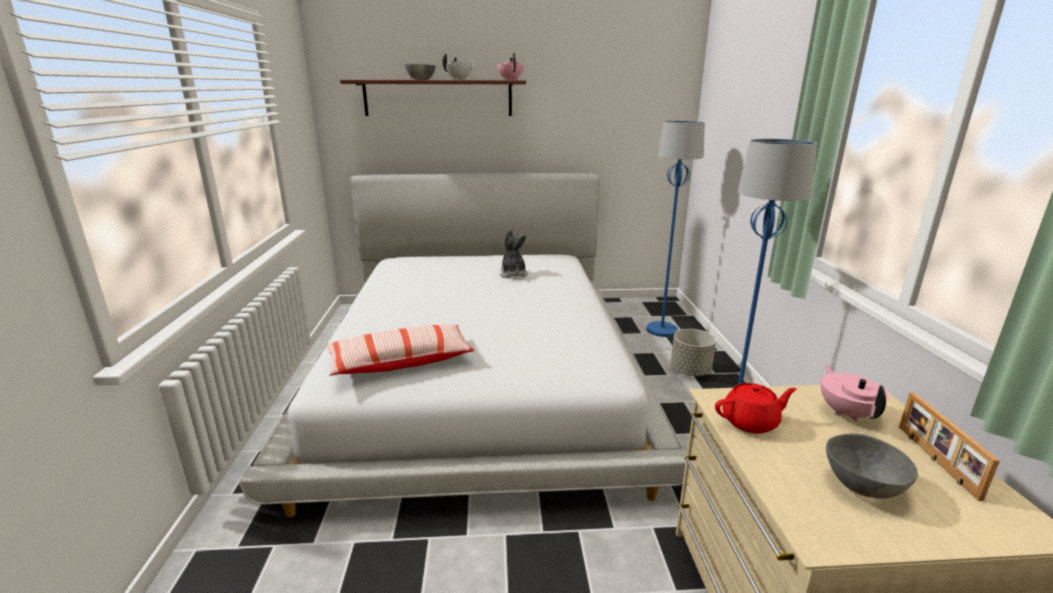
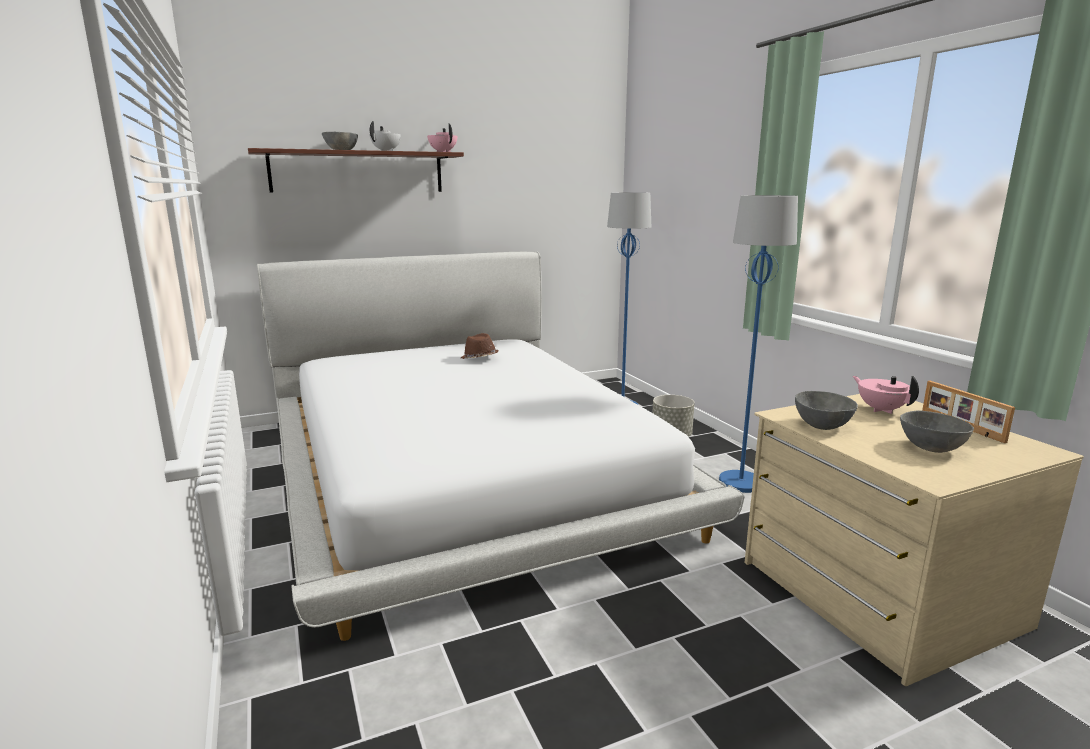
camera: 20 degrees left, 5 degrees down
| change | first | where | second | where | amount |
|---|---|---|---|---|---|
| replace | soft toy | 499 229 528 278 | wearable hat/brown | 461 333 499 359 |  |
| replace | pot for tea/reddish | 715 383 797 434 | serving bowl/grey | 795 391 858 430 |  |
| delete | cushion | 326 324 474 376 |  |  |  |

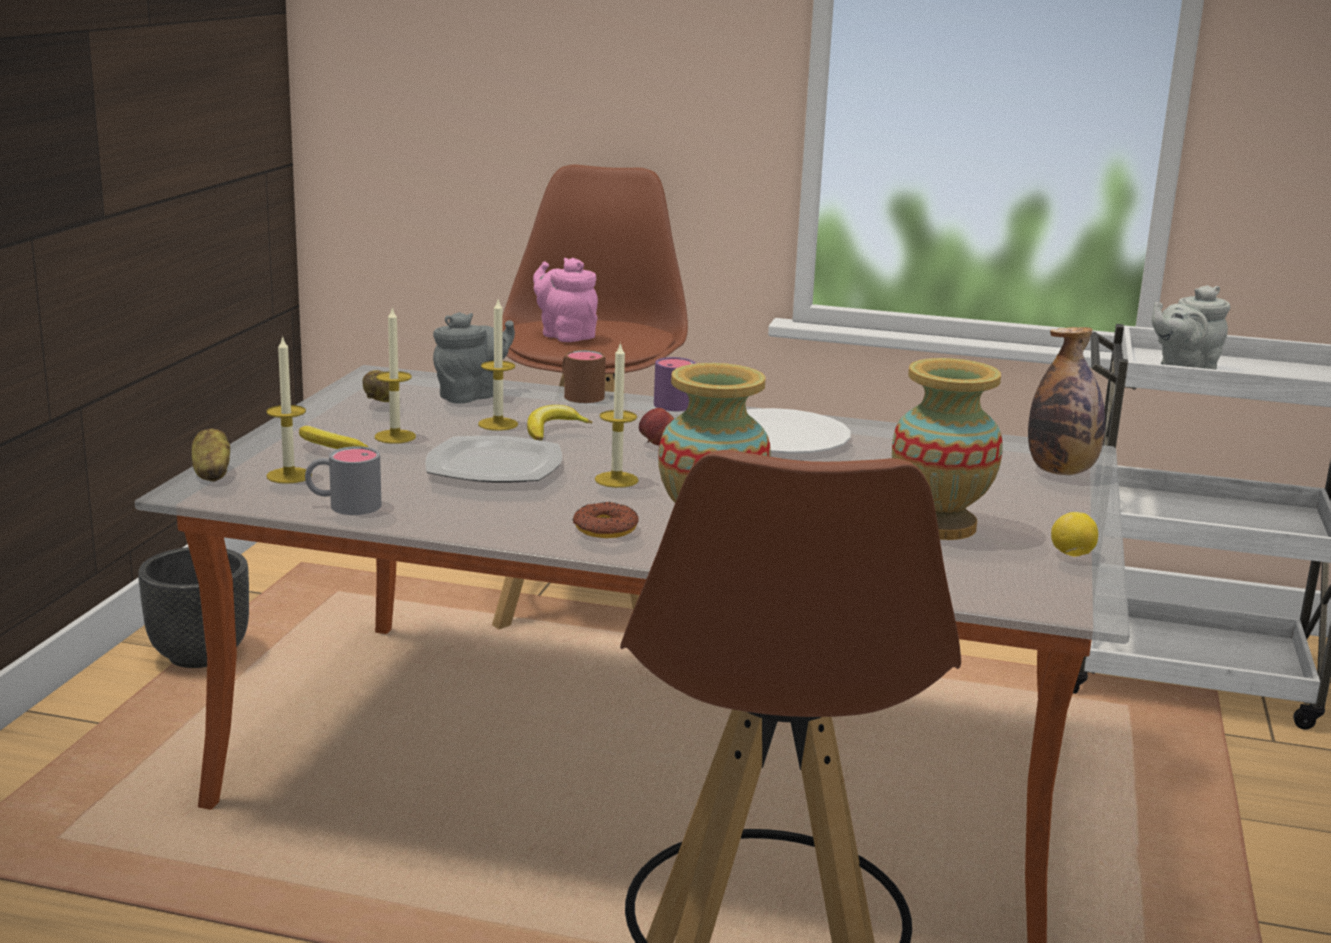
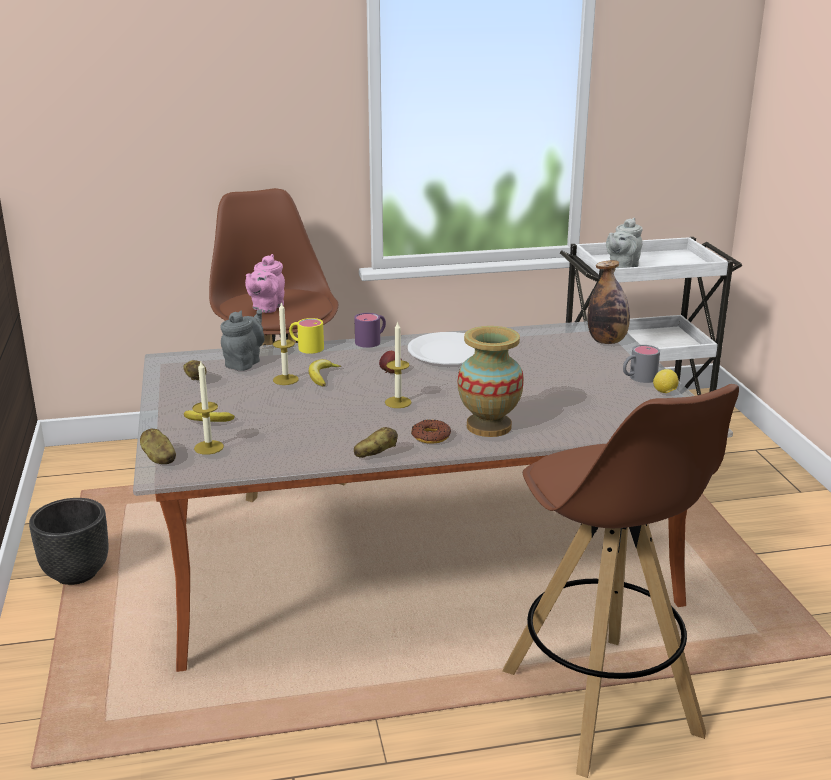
camera: 25 degrees left, 5 degrees up
| change | first | where | second | where | amount |
|---|---|---|---|---|---|
| rotate | pot for tea/pinkish | 533 258 598 342 |  | 245 254 285 313 | 90 degrees counterclockwise |
| recolor | tea mug/brown | 562 350 606 403 | tea mug/yellow-coloured | 289 318 324 354 |  |
| insert |  |  | spud | 354 427 398 458 |  |
| move | tea mug/grey | 305 446 381 515 |  | 623 345 660 383 |  |
| delete | candle | 375 306 416 444 |  |  |  |
| delete | plate | 425 436 562 483 |  |  |  |
| delete | flower vase | 892 358 1002 540 |  |  |  |

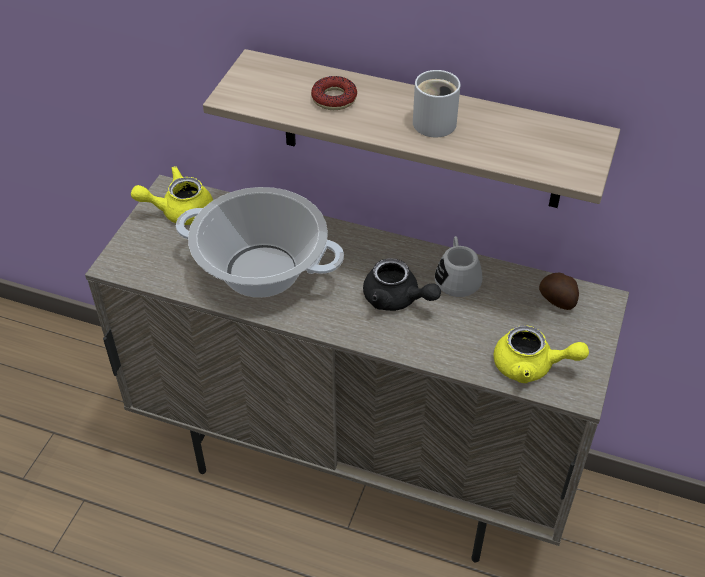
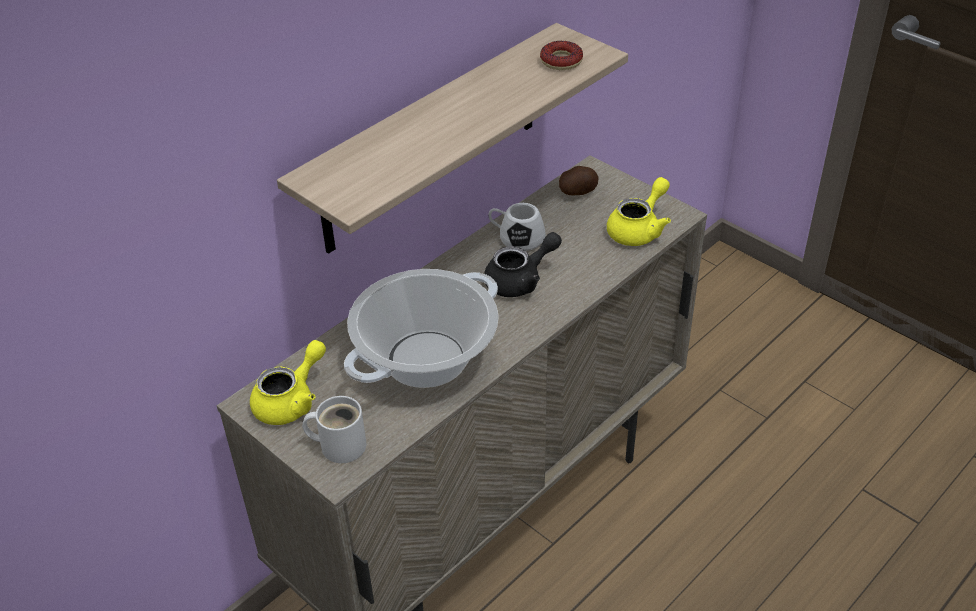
camera: 65 degrees left, 5 degrees down
| change | first | where | second | where | amount |
|---|---|---|---|---|---|
| rotate | pot for tea/yellow-coloured | 131 166 213 225 |  | 250 340 326 425 | 150 degrees counterclockwise |
| move | tea mug/whitish | 413 70 461 137 |  | 302 396 366 463 |  |
| move | donut | 311 76 357 110 |  | 540 41 583 70 |  |

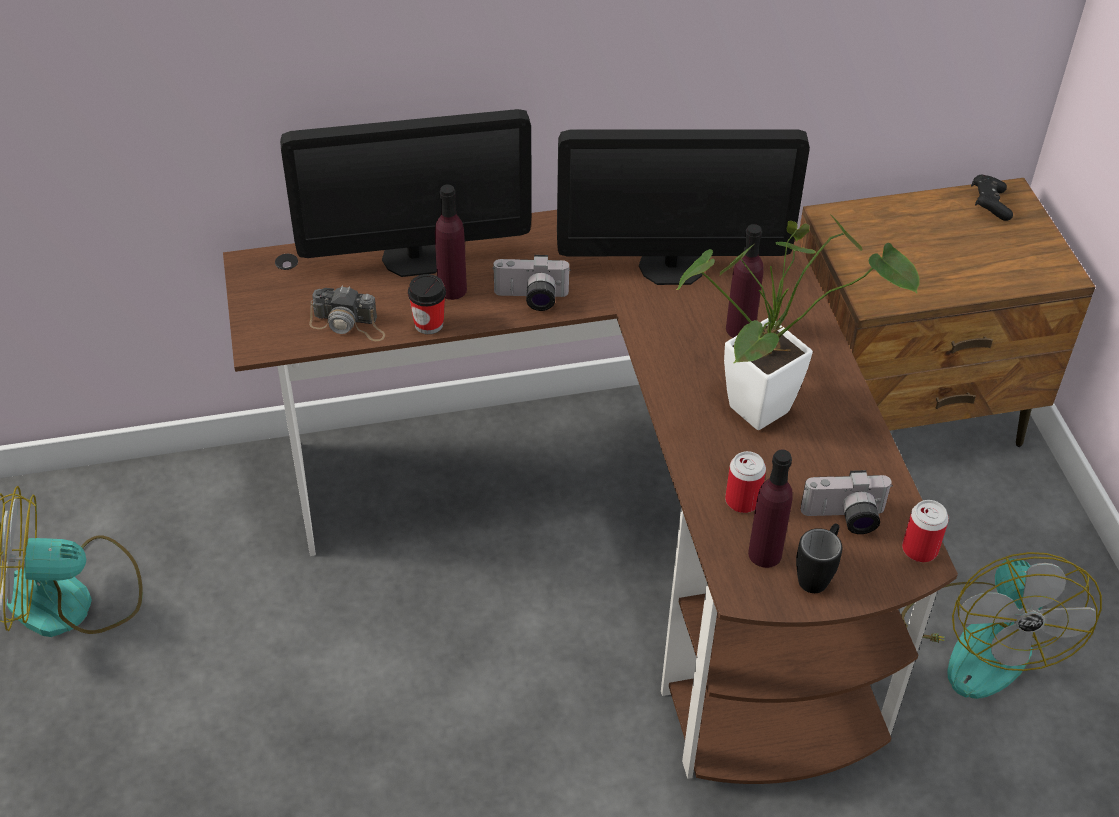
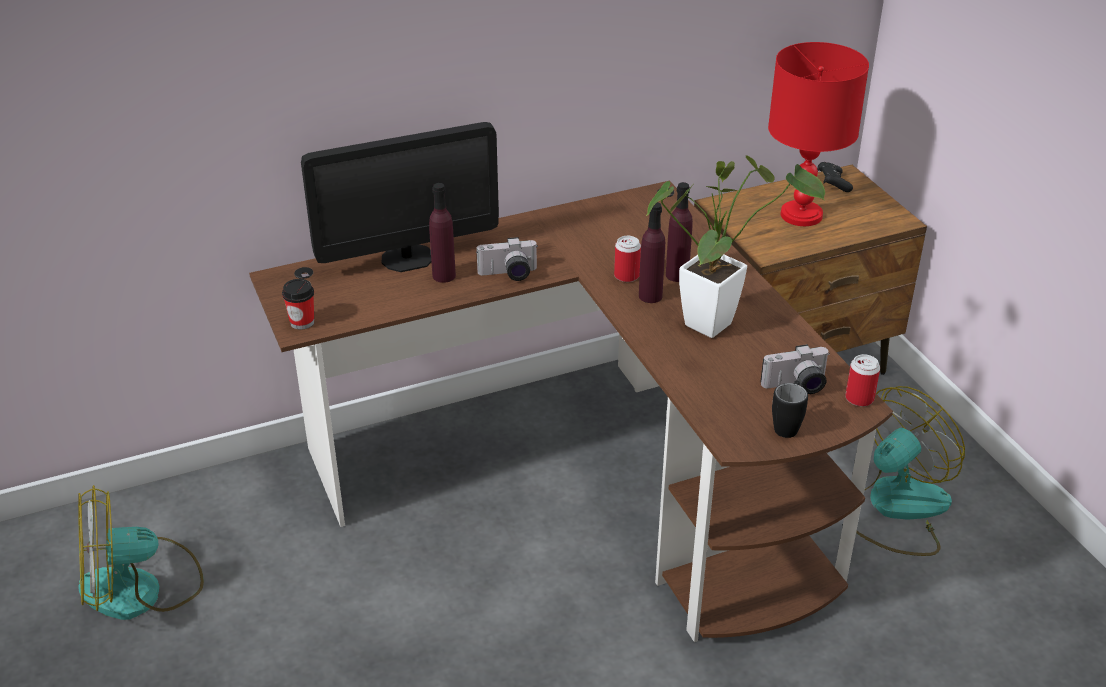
camera: 10 degrees left, 10 degrees down
| change | first | where | second | where | amount |
|---|---|---|---|---|---|
| move | drinking cup | 408 274 446 334 |  | 282 279 314 330 |  |
| move | can | 725 451 766 513 |  | 614 236 641 282 |  |
| move | beverage bottle/purple-coloured | 748 449 793 568 |  | 639 202 665 303 |  |
| insert |  |  | lamp for a table/reddish | 768 42 869 226 |  |
| rotate | electric fan | 901 552 1102 699 |  | 856 386 965 556 | 120 degrees counterclockwise |
| delete | still camera | 309 286 385 341 |  |  |  |
| delete | computer display | 557 129 810 285 |  |  |  |

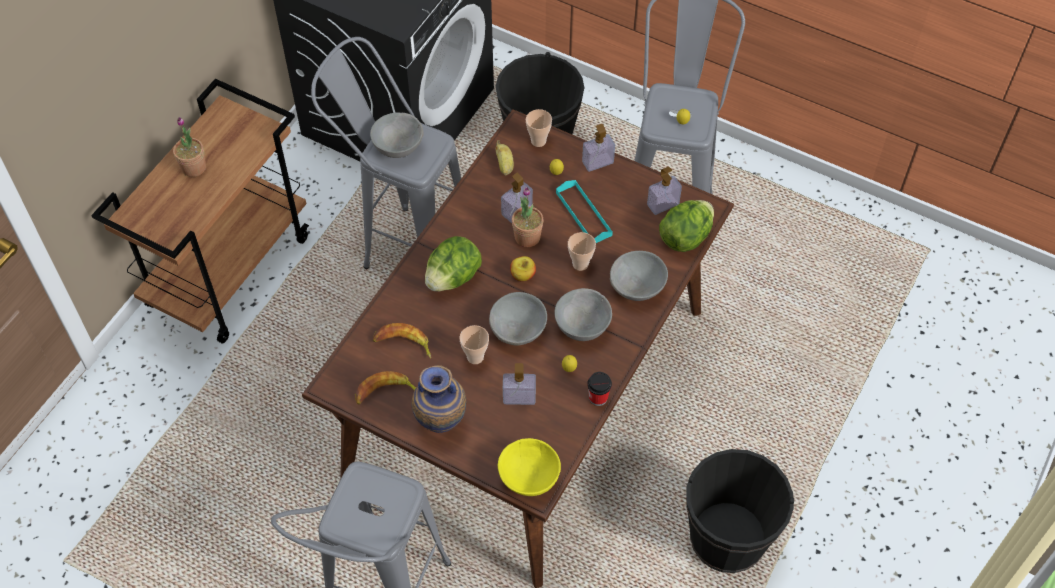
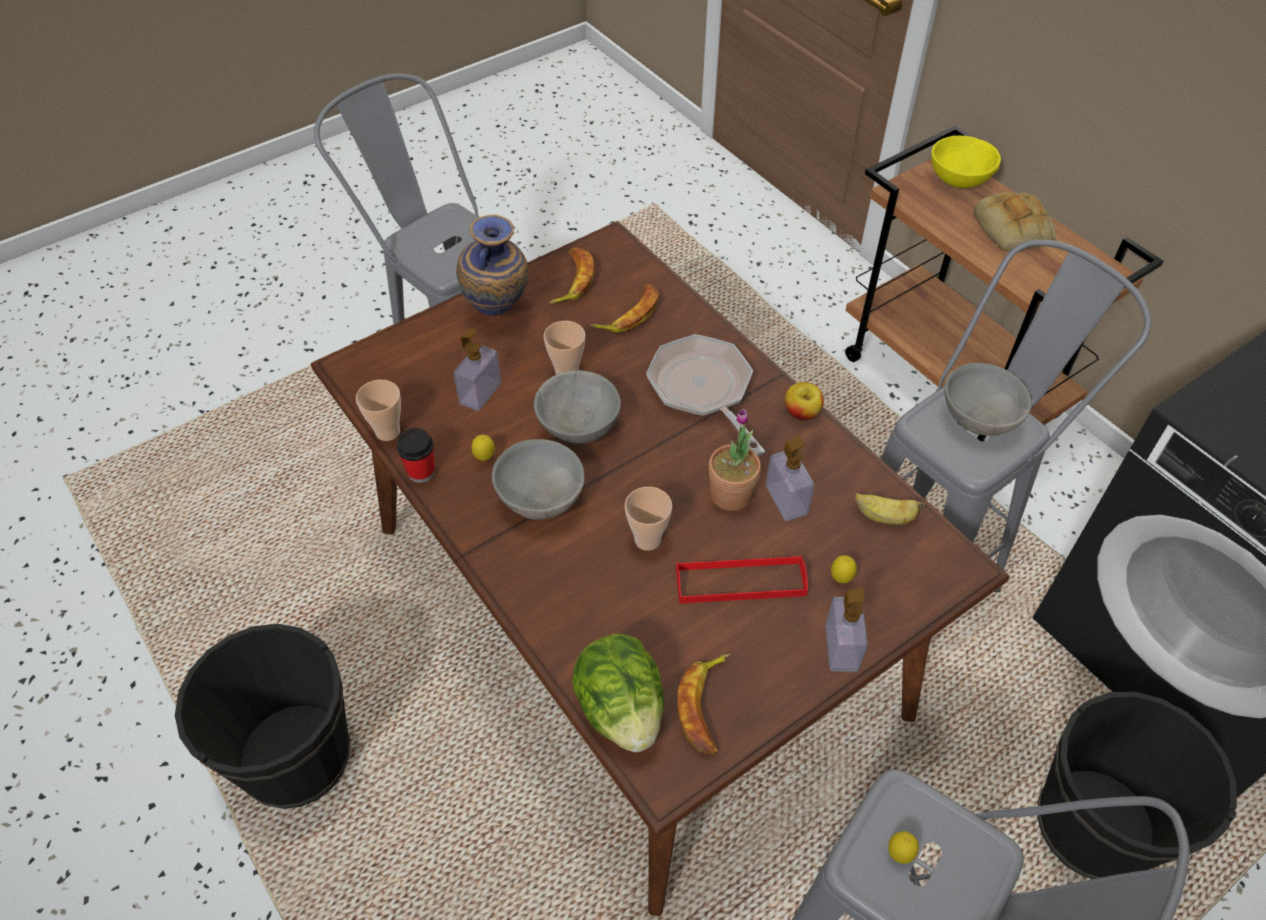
camera: 115 degrees right, 5 degrees down
| change | first | where | second | where | amount |
|---|---|---|---|---|---|
| move | drinking cup | 526 109 552 147 |  | 356 380 401 441 |  |
| replace | lettuce head | 425 236 482 291 | pan | 646 334 765 456 |  |
| recolor | tray/turquoise-coloured | 556 180 613 243 | tray/reddish | 676 555 808 603 |  |
| replace | liquid soap bottle | 647 166 682 215 | banana | 677 653 730 755 |  |
| move | apple | 510 256 536 282 |  | 785 382 824 420 |  |
| move | serving bowl/yellow-coloured | 498 438 561 496 |  | 931 136 1001 188 |  |
| replace | potted plant | 173 117 206 177 | bakery bread | 974 192 1056 251 |  |
| delete | serving bowl/grey | 610 251 668 301 |  |  |  |

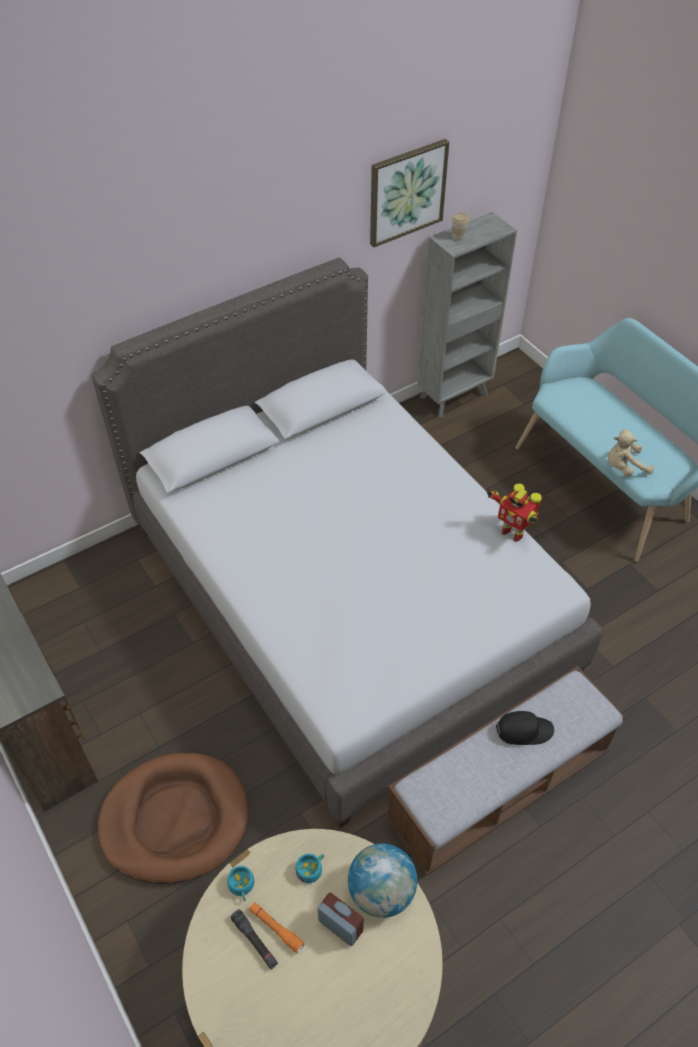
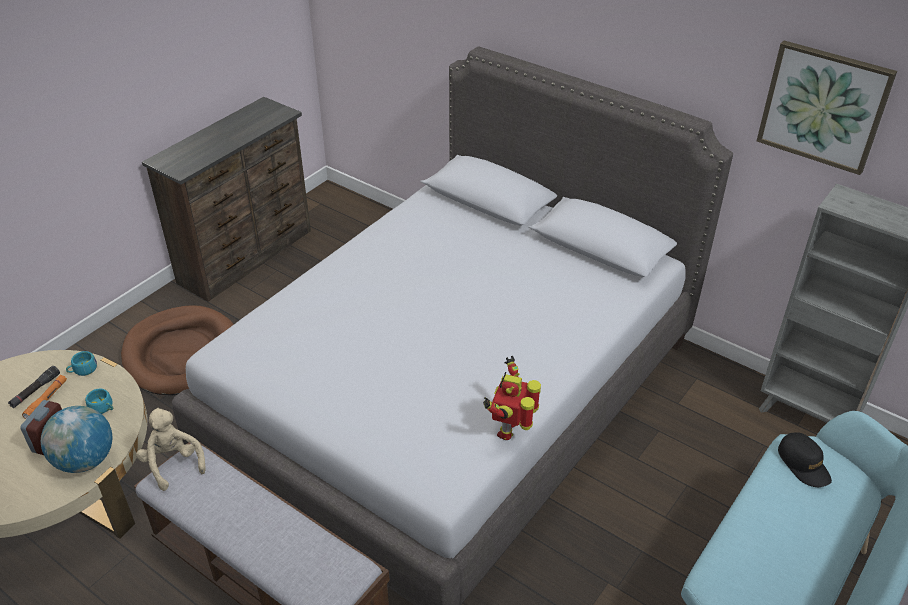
camera: 70 degrees right, 10 degrees down
| change | first | where | second | where | amount |
|---|---|---|---|---|---|
| move | soft toy/sand-coloured | 608 430 654 476 |  | 136 408 206 491 |  |
| move | cap/black-coloured | 496 711 554 745 |  | 778 432 832 487 |  |
| delete | drinking cup | 452 213 469 241 |  |  |  |

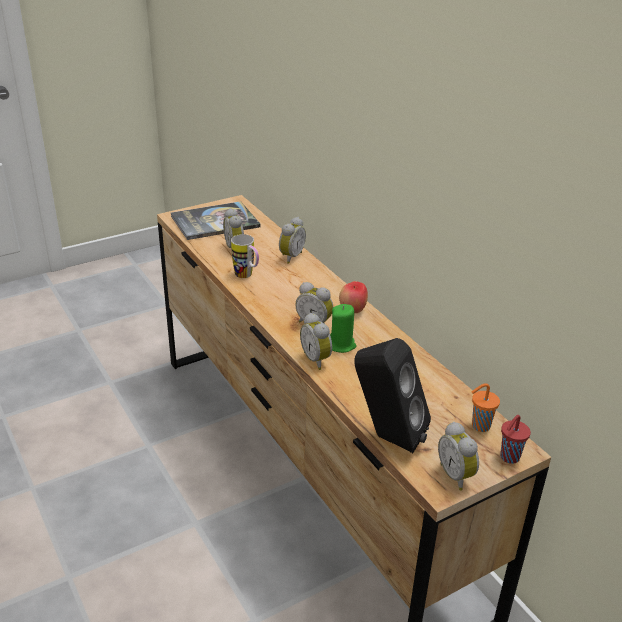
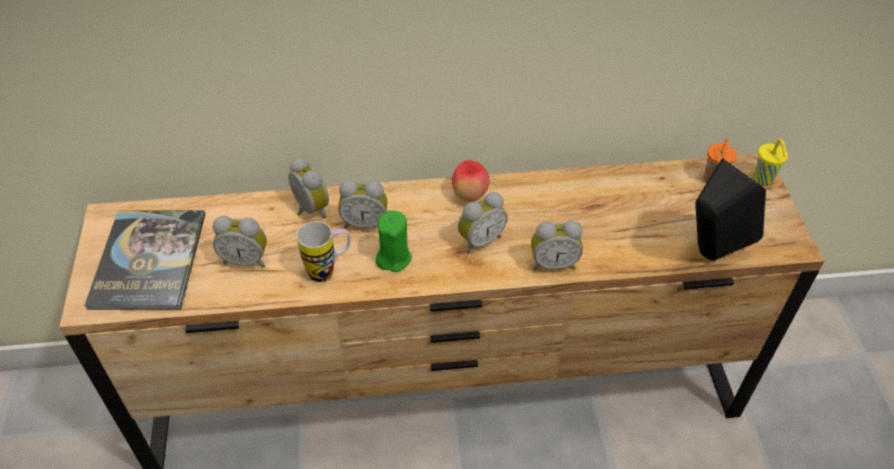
camera: 65 degrees left, 15 degrees up
| change | first | where | second | where | amount |
|---|---|---|---|---|---|
| move | table clock | 438 422 479 491 |  | 338 180 388 228 |  |
| move | candle/green | 330 304 356 353 |  | 376 211 412 272 |  |
| recolor | drinking cup/reddish | 500 415 531 464 | drinking cup/yellow-coloured | 753 139 788 186 |  |

